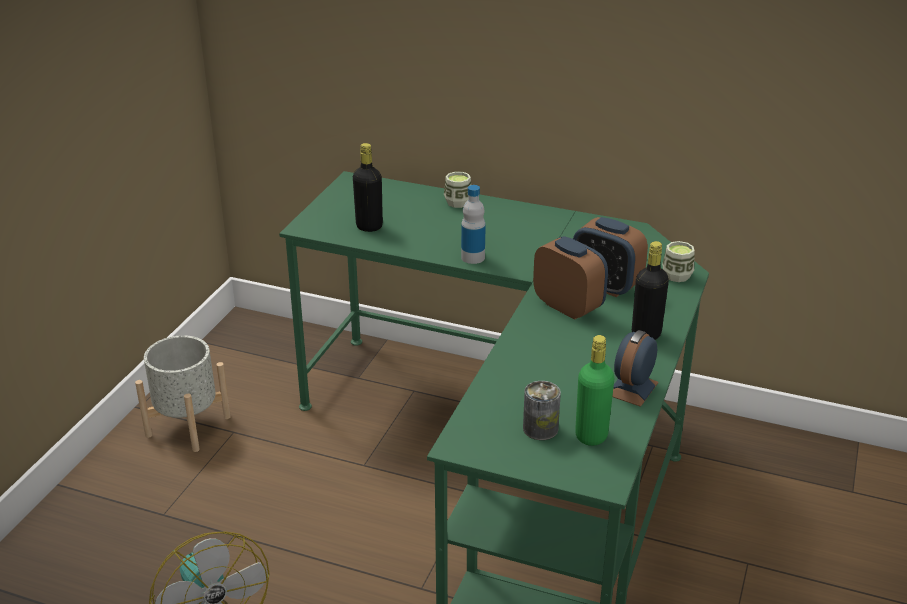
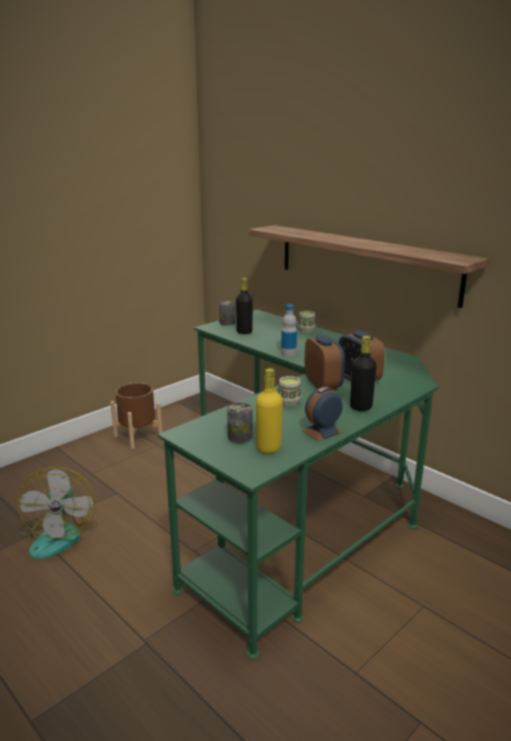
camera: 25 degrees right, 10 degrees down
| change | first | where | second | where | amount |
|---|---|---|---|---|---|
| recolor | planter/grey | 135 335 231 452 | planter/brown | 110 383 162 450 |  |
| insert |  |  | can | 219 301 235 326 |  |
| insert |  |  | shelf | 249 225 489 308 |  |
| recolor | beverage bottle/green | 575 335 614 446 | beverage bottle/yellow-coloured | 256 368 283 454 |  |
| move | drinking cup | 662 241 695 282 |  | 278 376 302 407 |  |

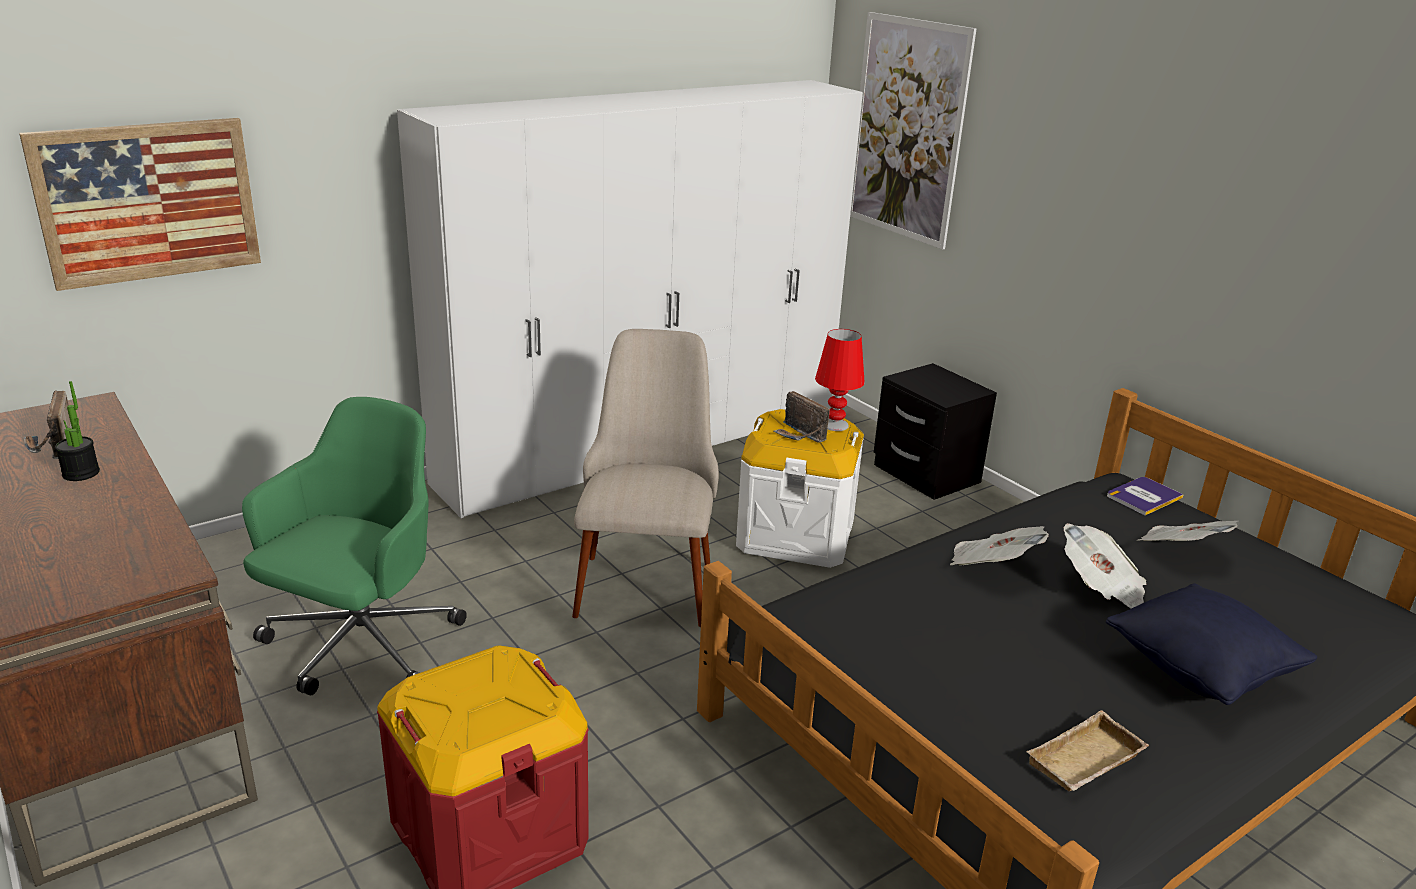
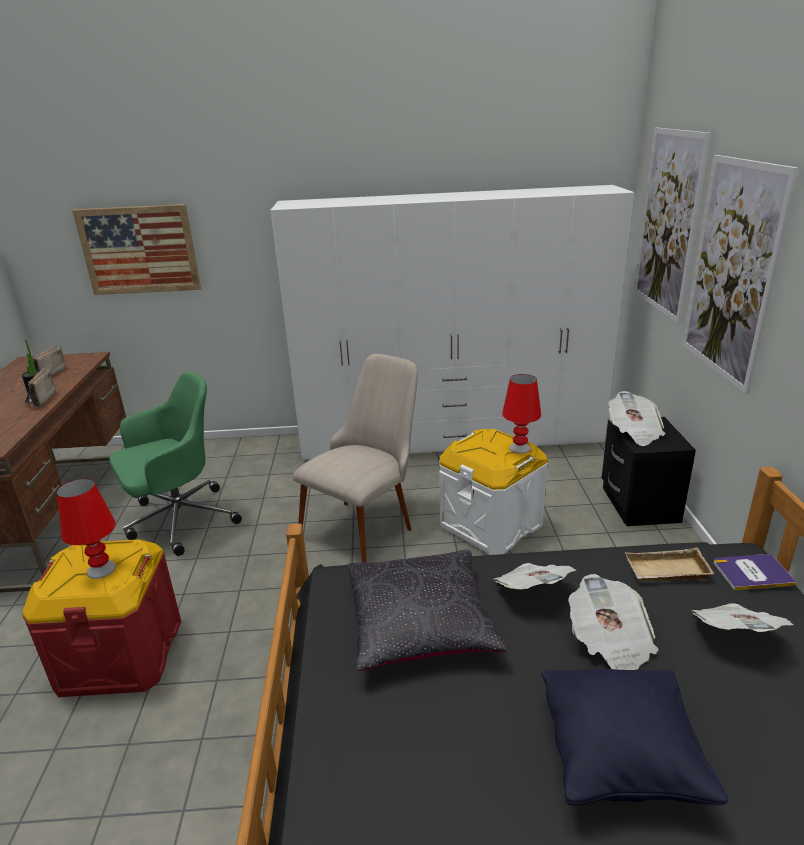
camera: 35 degrees right, 0 degrees up
| change | first | where | second | where | amount |
|---|---|---|---|---|---|
| move | radio receiver | 774 391 830 443 |  | 24 368 56 408 |  |
| insert |  |  | lamp for a table/reddish | 57 479 116 579 |  |
| insert |  |  | cushion/black-coloured | 348 550 507 671 |  |
| insert |  |  | daily paper | 608 391 665 446 |  |
| move | tray/sand-coloured | 1026 710 1150 791 |  | 624 548 715 581 |  |
| insert |  |  | picture | 682 155 799 394 |  |

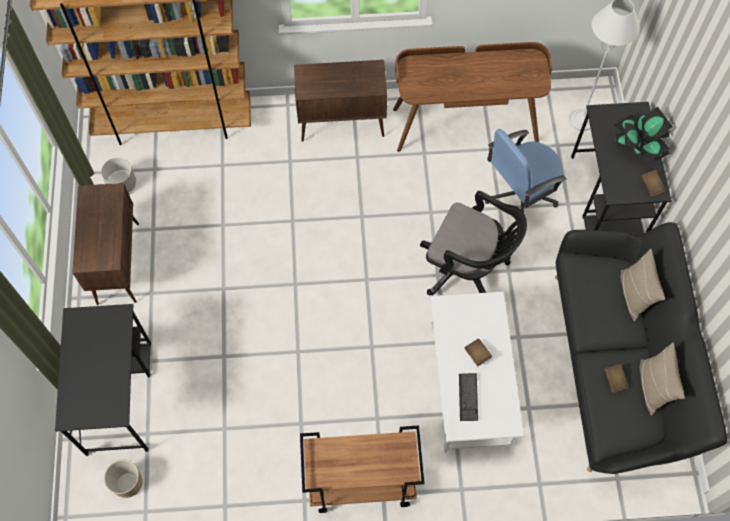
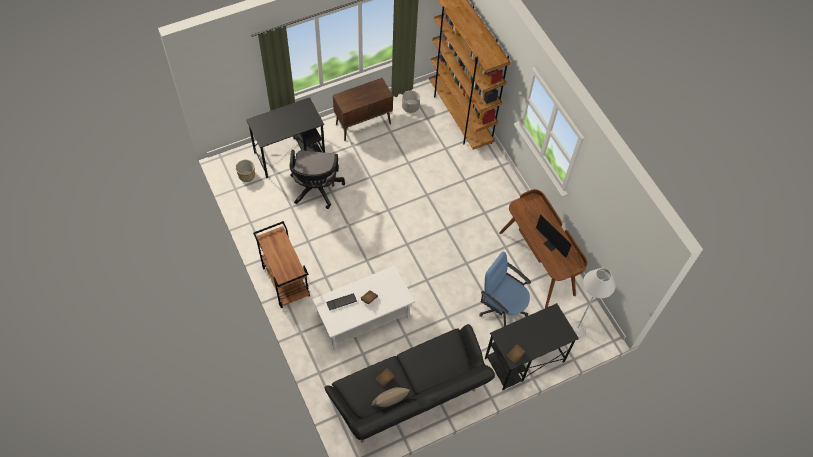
camera: 65 degrees right, 5 degrees down
| change | first | where | second | where | amount |
|---|---|---|---|---|---|
| move | office chair/black-coloured | 420 191 527 296 |  | 289 150 345 209 |  |
| insert |  |  | computer display | 536 215 579 257 |  |
| delete | storage cabinet/brown | 294 60 387 142 |  |  |  |
| delete | potted plant | 613 107 673 161 |  |  |  |
| delete | cushion/sand-coloured | 620 249 665 322 |  |  |  |

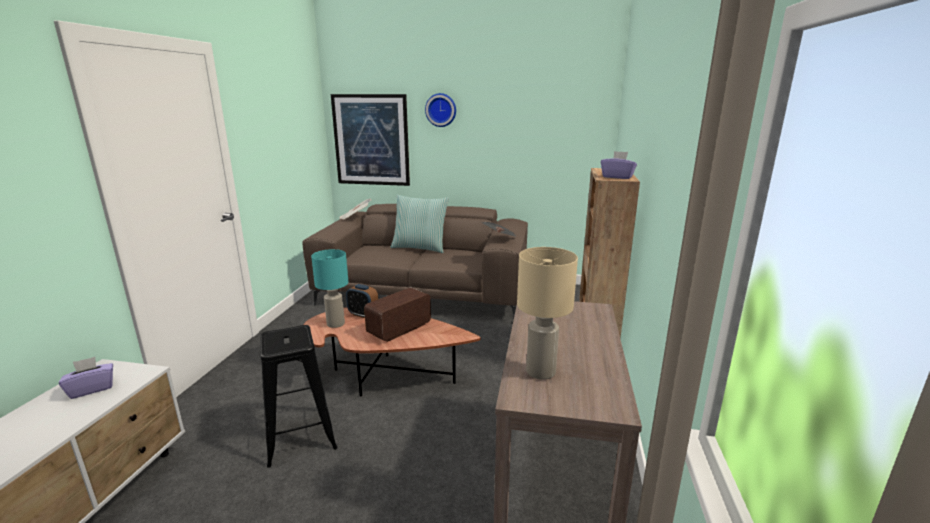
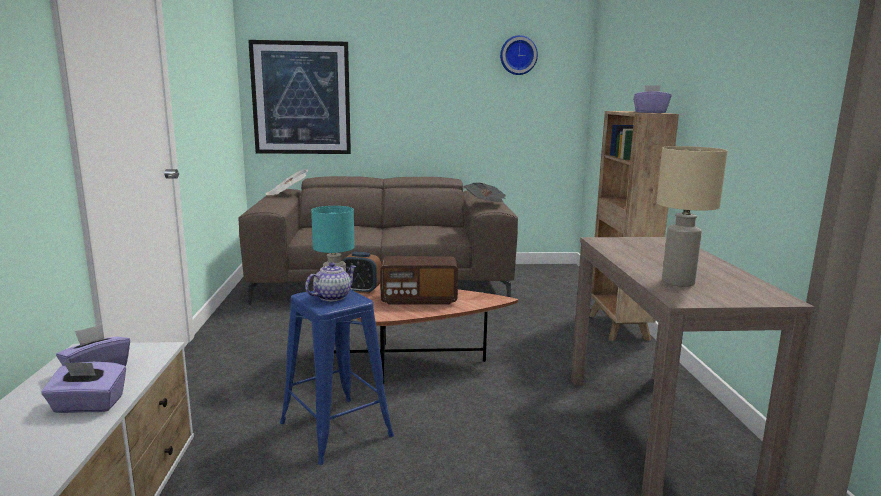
camera: 15 degrees left, 5 degrees down
| change | first | where | second | where | amount |
|---|---|---|---|---|---|
| insert |  |  | tissue holder/purple-coloured | 41 362 126 413 |  |
| recolor | sitting stool/black-coloured | 260 325 338 468 | sitting stool/bluish | 280 289 394 465 |  |
| insert |  |  | pot for tea | 305 262 357 301 |  |
| rotate | radio receiver | 364 288 431 342 |  | 380 256 458 305 | 120 degrees counterclockwise |
| move | clock on the wall | 425 93 456 127 |  | 500 35 538 75 |  |
| delete | cushion | 391 195 449 253 |  |  |  |

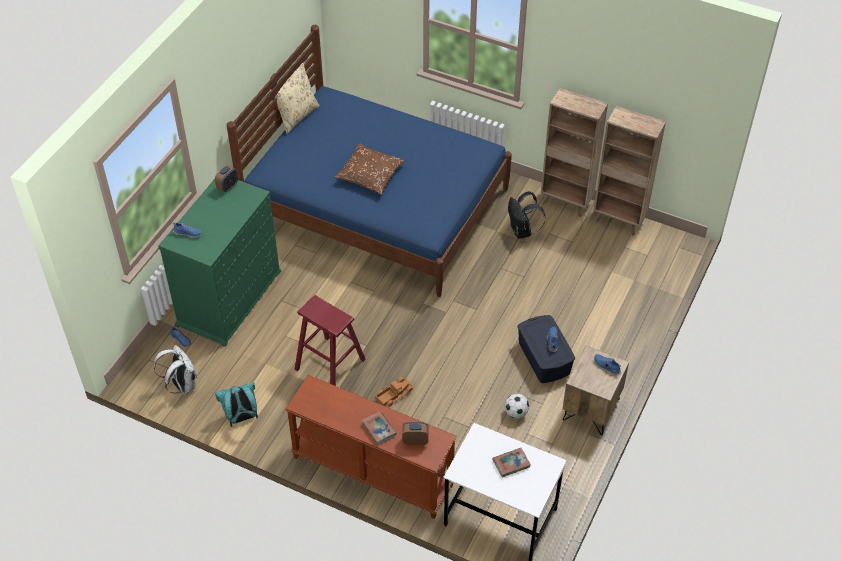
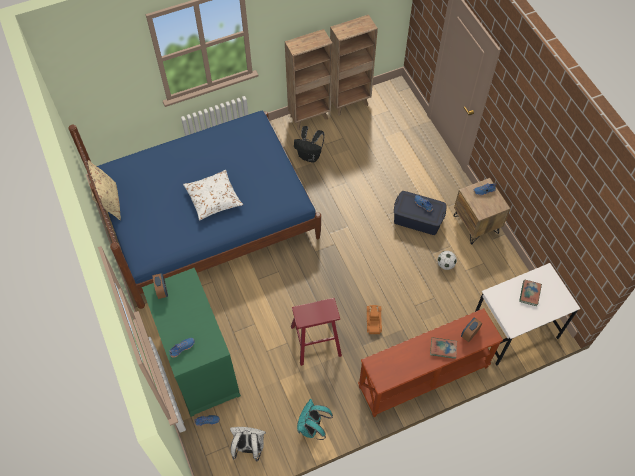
camera: 50 degrees left, 10 degrees up
| change | first | where | second | where | amount |
|---|---|---|---|---|---|
| recolor | cushion/brown | 335 143 405 195 | cushion/whitish | 183 170 243 221 |  |

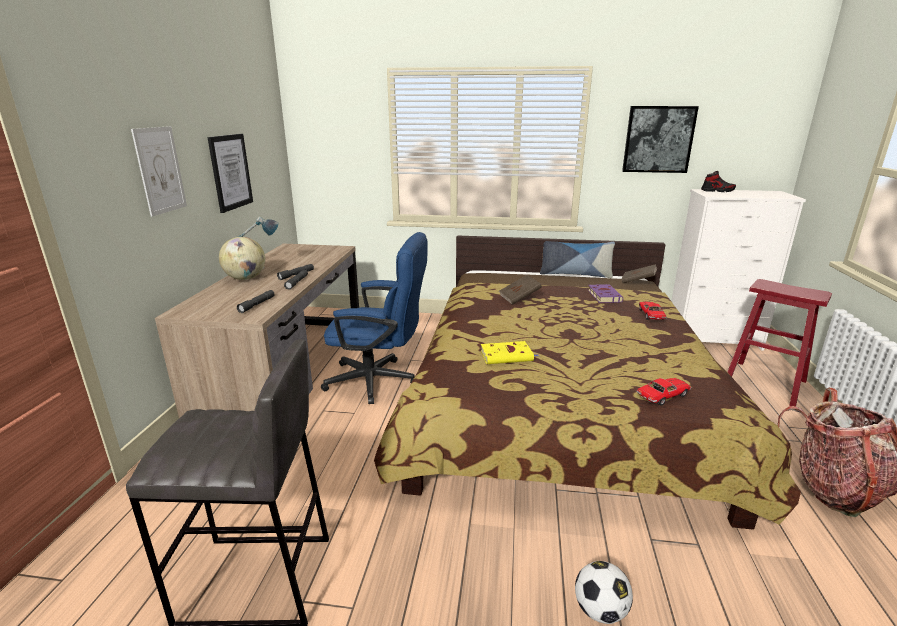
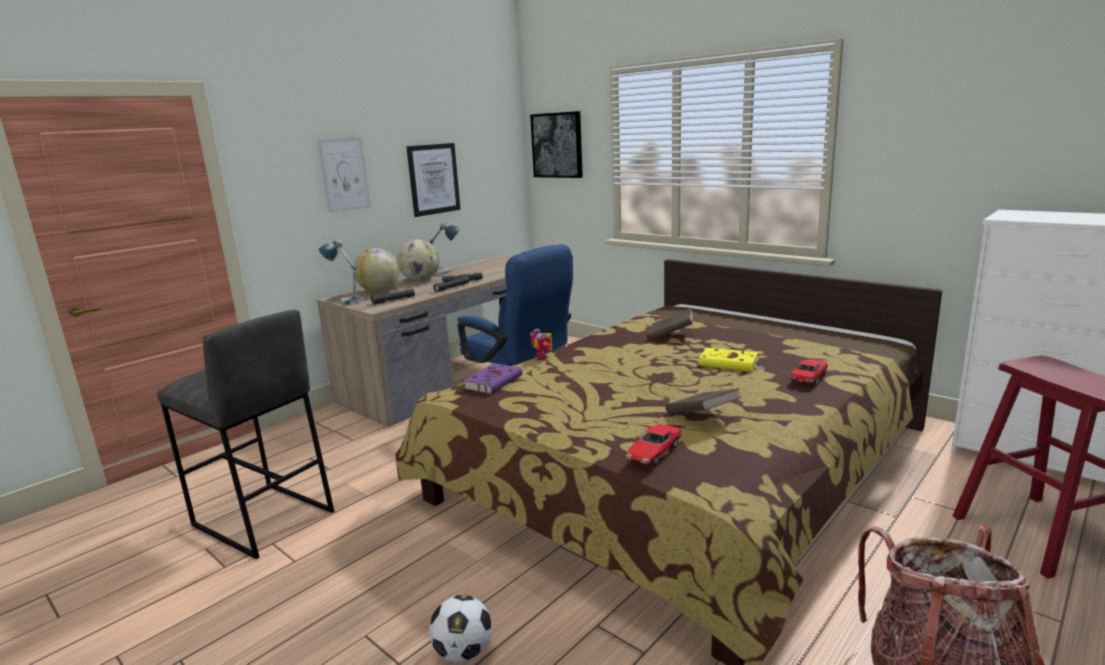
camera: 35 degrees right, 5 degrees down
| change | first | where | second | where | amount |
|---|---|---|---|---|---|
| insert |  |  | lamp for a table | 319 239 362 305 |  |
| insert |  |  | desk globe | 354 248 399 293 |  |
| move | bound book/purple-coloured | 588 284 623 303 |  | 463 363 522 394 |  |
| move | picture | 622 106 699 173 |  | 530 111 583 178 |  |
| insert |  |  | robot figure | 530 329 552 360 |  |
| rotate | toy car | 637 378 692 406 |  | 626 424 682 466 | 120 degrees clockwise |
| move | bound book/brown | 621 264 657 283 |  | 665 388 742 413 |  |
| move | bound book/yellow-coloured | 481 341 538 364 |  | 699 348 765 371 |  |
| delete | cushion | 540 241 615 278 |  |  |  |
| delete | low shoe | 701 171 736 192 |  |  |  |

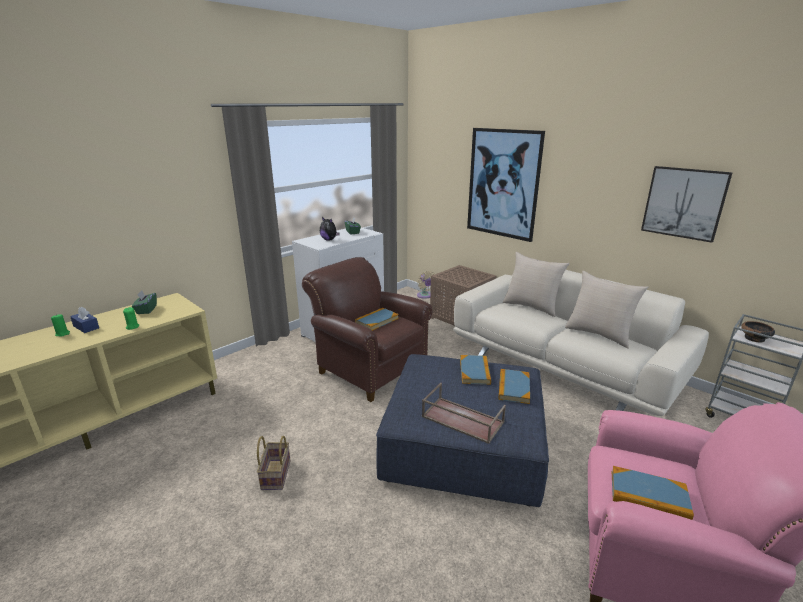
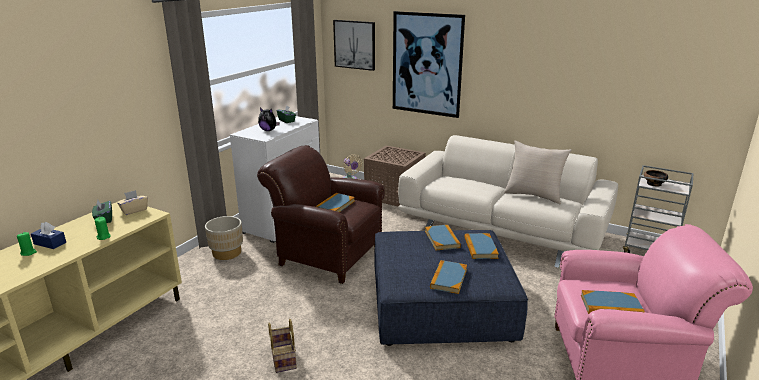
camera: 15 degrees left, 0 degrees up
| change | first | where | second | where | amount |
|---|---|---|---|---|---|
| insert |  |  | tissue holder/sand-coloured | 117 190 148 215 |  |
| insert |  |  | planter/sand-coloured | 205 216 243 260 |  |
| move | picture | 641 166 733 243 |  | 333 20 375 71 |  |
| replace | tray/brown | 422 382 506 444 | bound book | 430 260 467 294 |  |
| delete | cushion/sand-coloured | 503 252 569 317 |  |  |  |

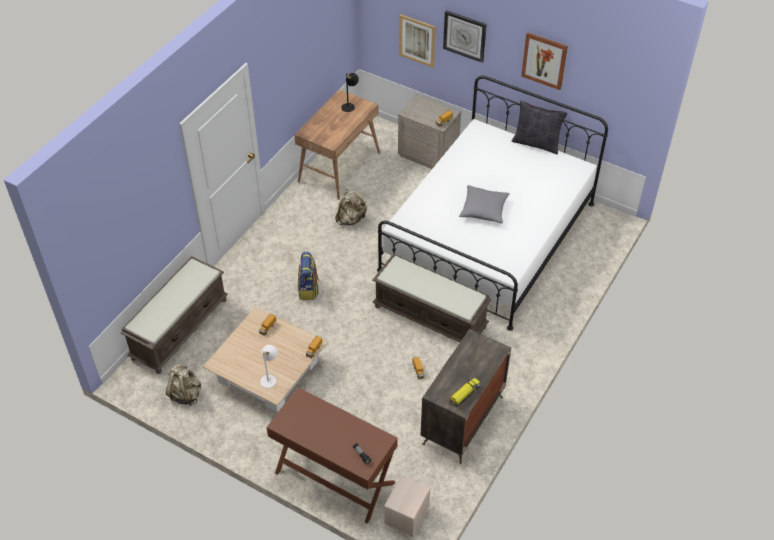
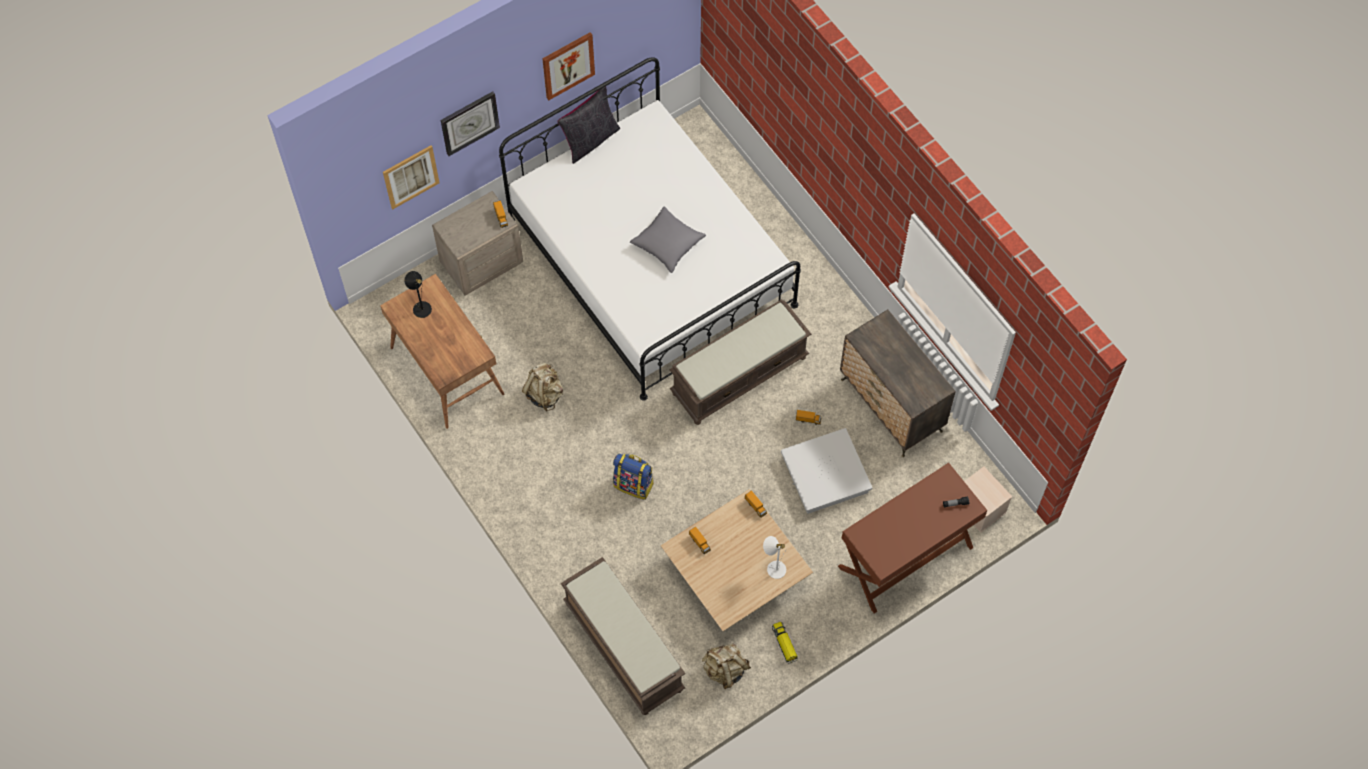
camera: 65 degrees left, 15 degrees up
| change | first | where | second | where | amount |
|---|---|---|---|---|---|
| move | model truck | 449 378 481 407 |  | 772 622 798 664 |  |
| insert |  |  | storage box/whitish | 781 428 872 514 |  |

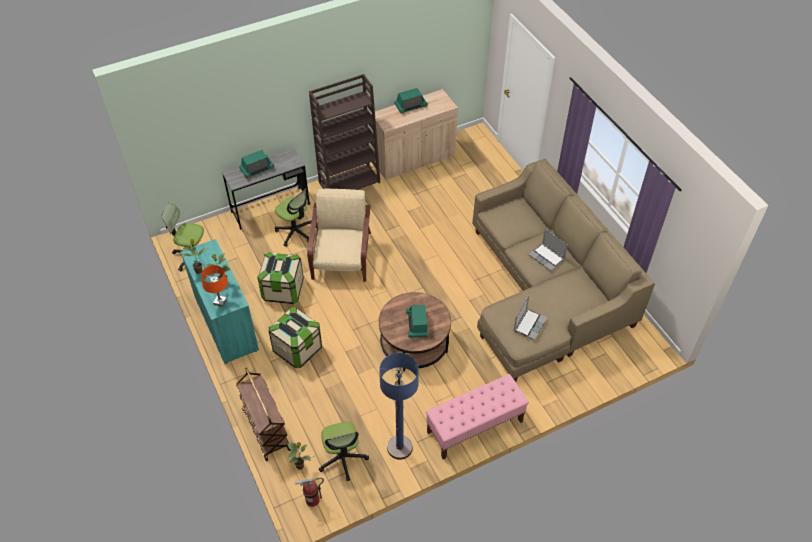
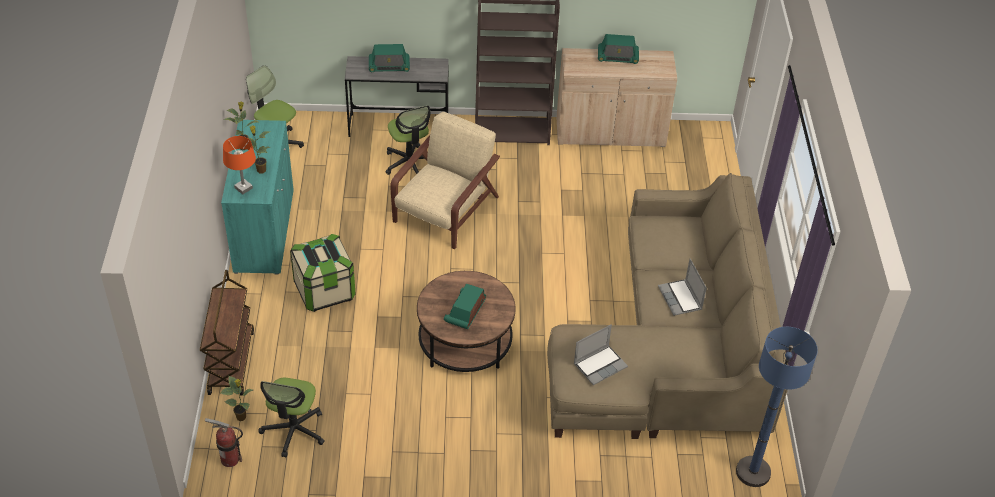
camera: 25 degrees right, 5 degrees down
| change | first | where | second | where | amount |
|---|---|---|---|---|---|
| move | standard lamp/bluish | 379 353 419 460 |  | 736 327 818 487 |  |
| delete | storage box | 257 252 304 304 |  |  |  |
| delete | bench/pinkish | 426 374 529 459 |  |  |  |

